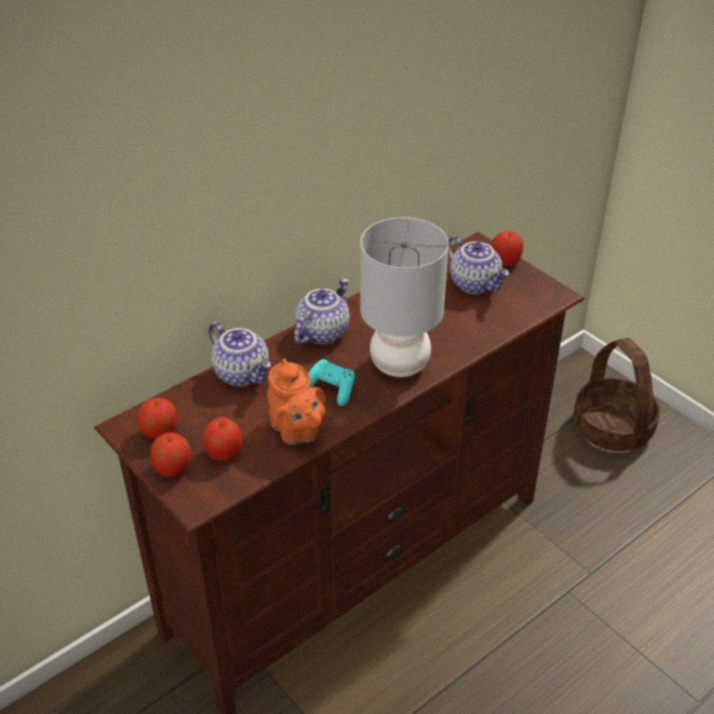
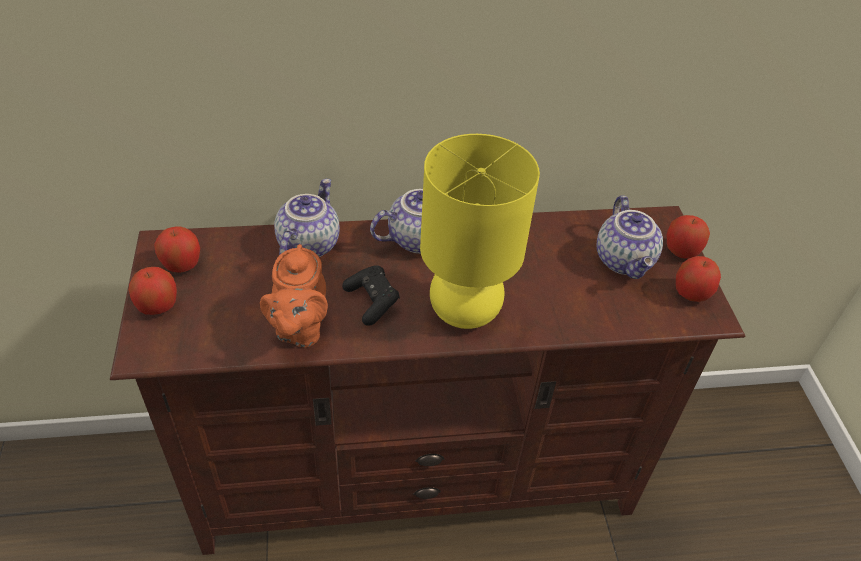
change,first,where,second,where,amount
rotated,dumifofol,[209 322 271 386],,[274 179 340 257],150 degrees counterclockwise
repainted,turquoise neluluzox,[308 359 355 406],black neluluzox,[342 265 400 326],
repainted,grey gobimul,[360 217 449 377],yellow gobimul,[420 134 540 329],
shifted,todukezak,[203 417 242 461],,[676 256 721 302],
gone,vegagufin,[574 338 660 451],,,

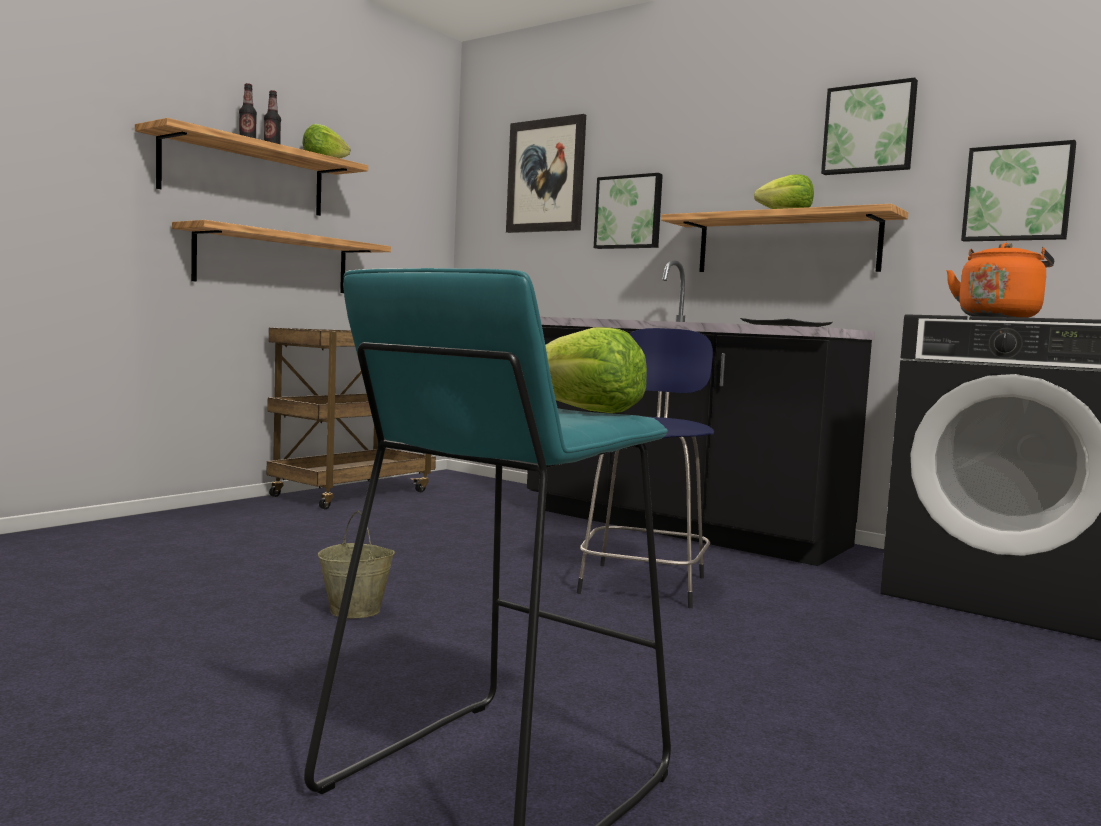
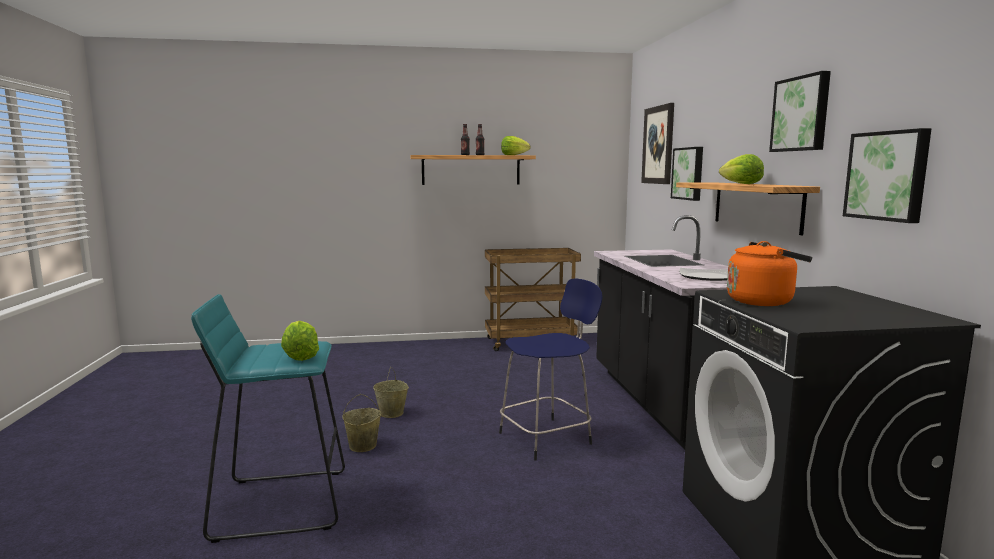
change,first,where,second,where,amount
new,,,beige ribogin,[342 394 381 452],
gone,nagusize,[172 220 391 293],,,

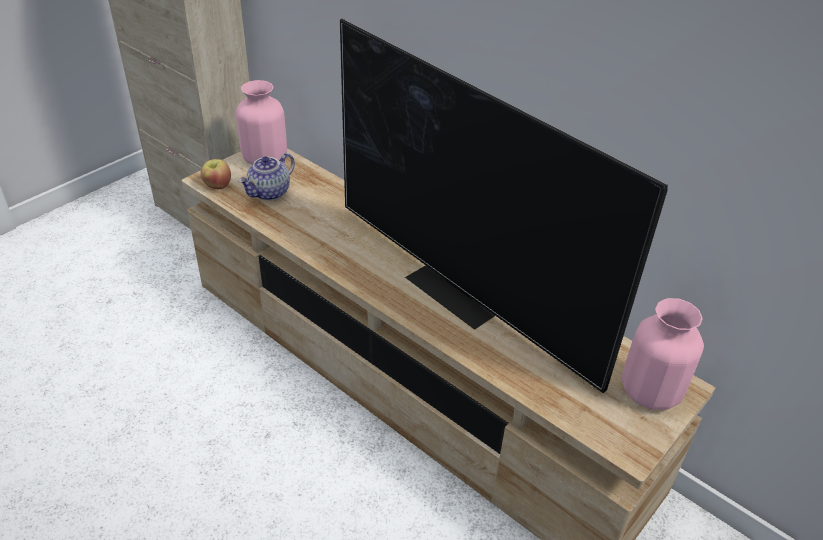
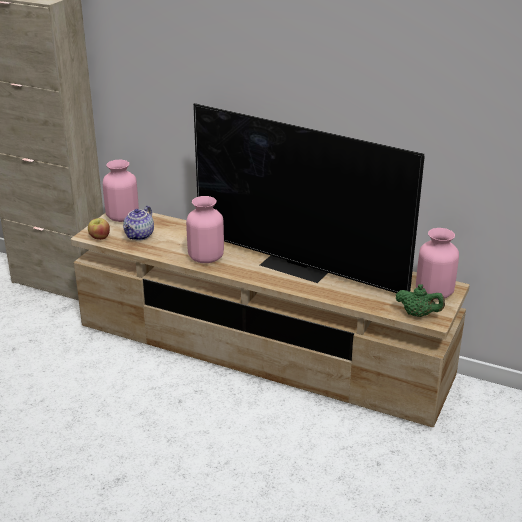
change,first,where,second,where,amount
new,,,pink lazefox,[186 196 224 263],
new,,,green dumifofol,[395 284 445 317],

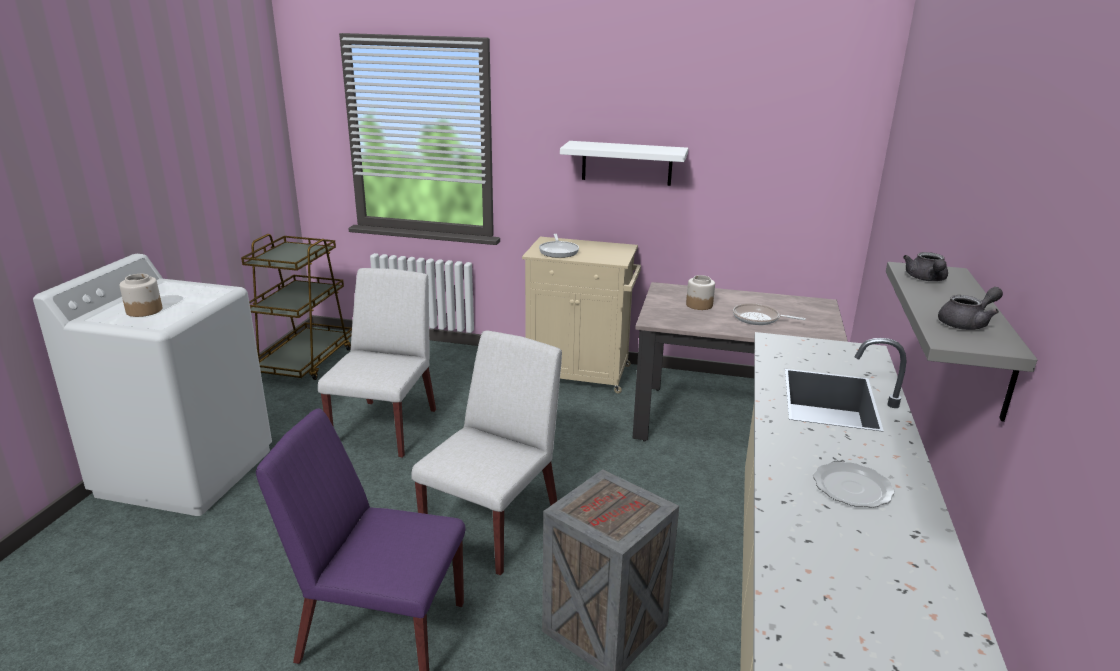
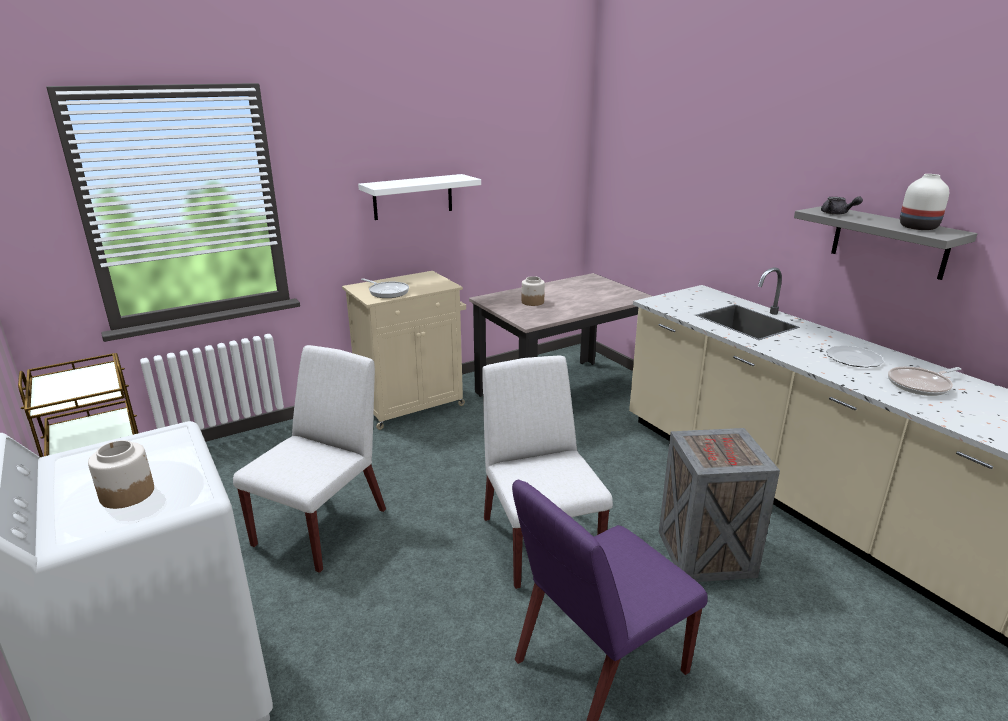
change,first,where,second,where,amount
rotated,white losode,[318 268 436 458],,[233 345 386 573],60 degrees clockwise
shifted,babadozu,[733 303 806 325],,[888 367 961 396],
swapped,grey dumifofol,[938 287 1003 330],white lazefox,[900 174 949 230],

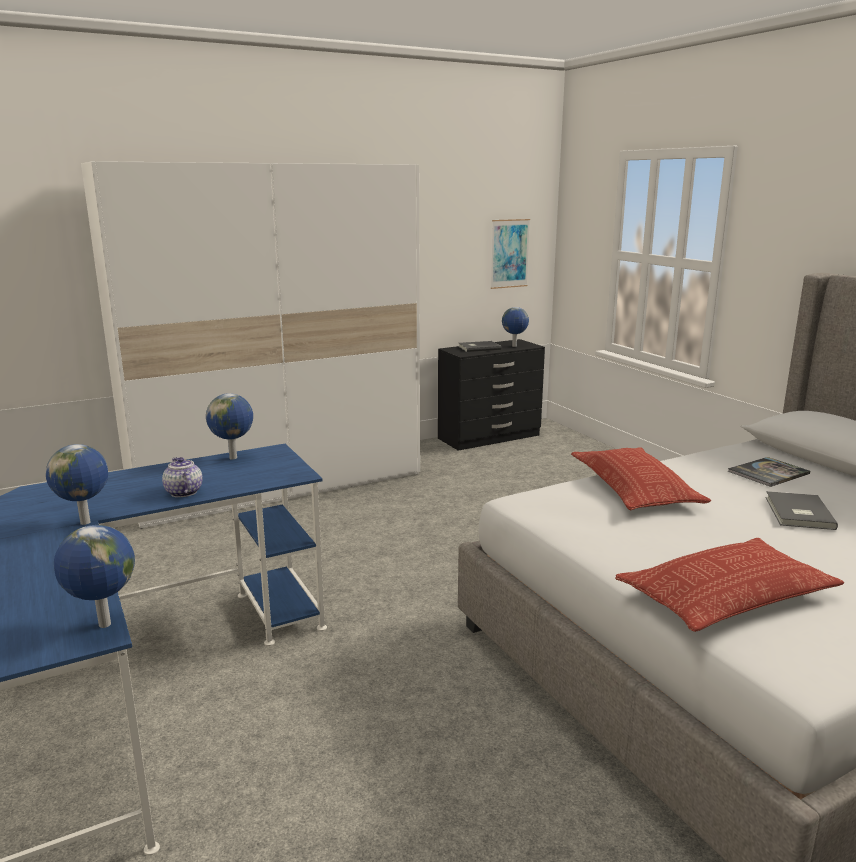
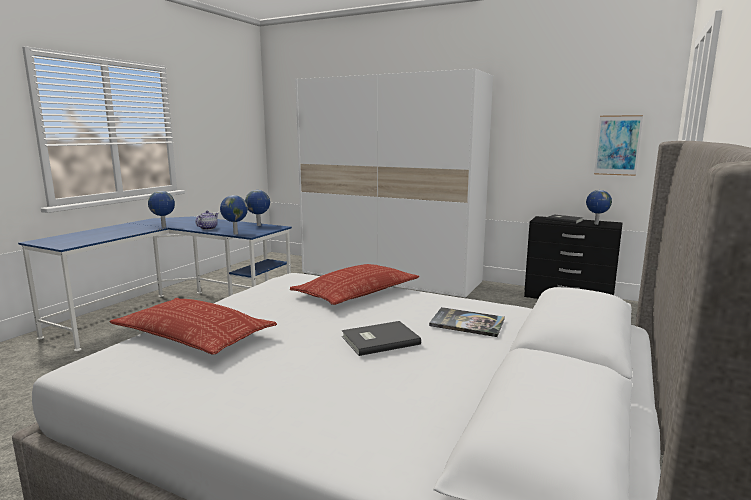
change,first,where,second,where,amount
shifted,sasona,[54 525 135 628],,[220 195 248 235],

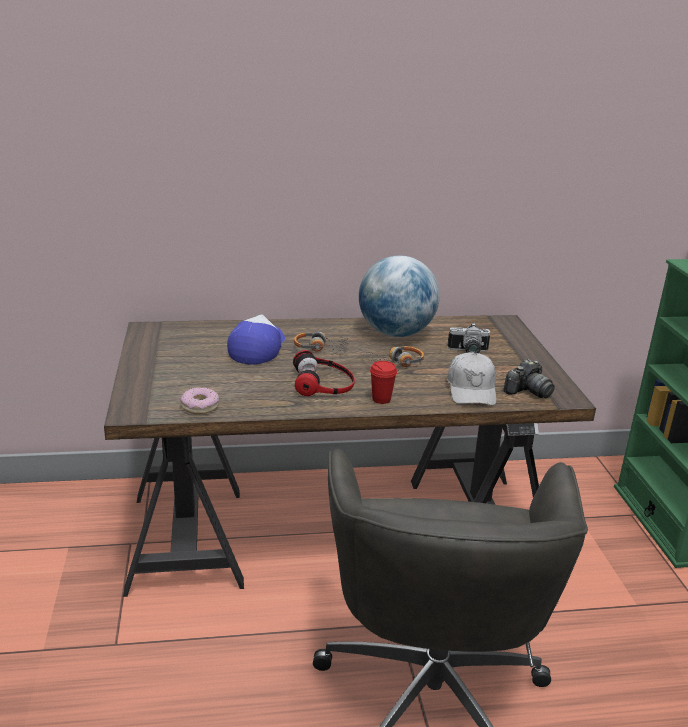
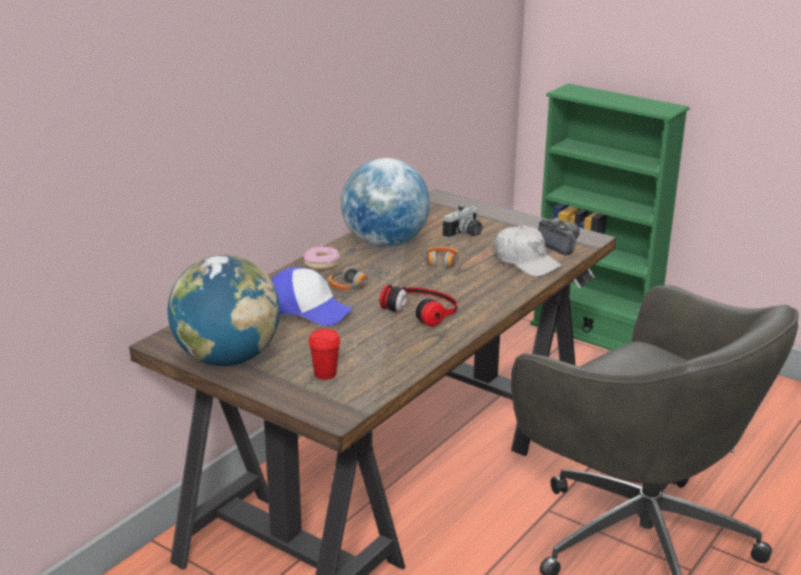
change,first,where,second,where,amount
new,,,sasona,[168 255 280 366],
rotated,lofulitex,[227 314 285 365],,[271 267 353 326],150 degrees clockwise
shifted,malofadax,[180 387 219 414],,[304 246 340 270],
shifted,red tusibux,[370 361 397 404],,[308 329 341 380],
rotated,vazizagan,[503 359 555 398],,[538 218 580 255],45 degrees counterclockwise

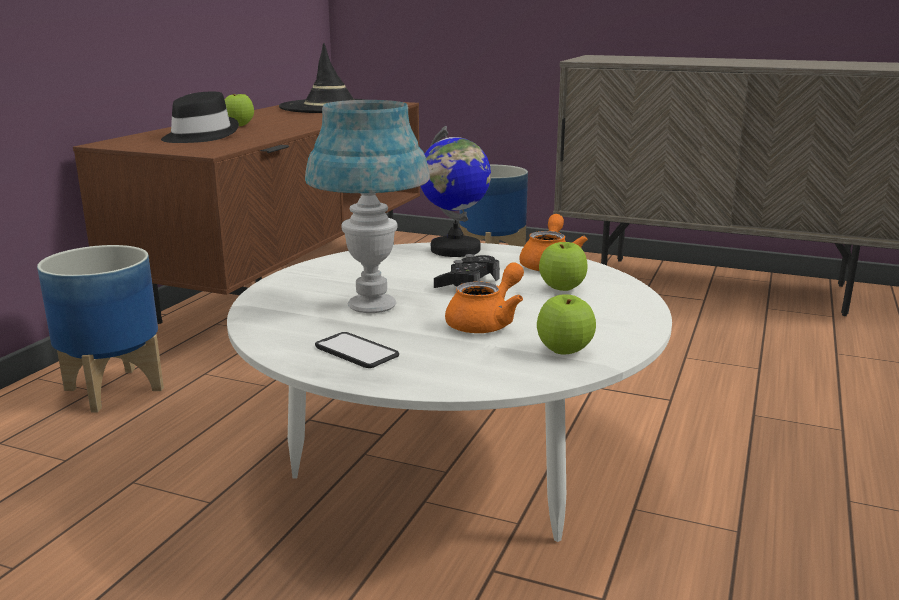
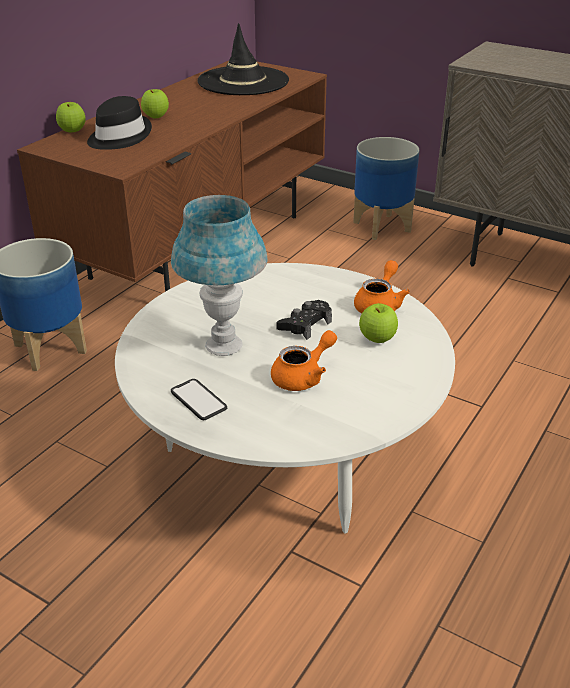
change,first,where,second,where,amount
shifted,todukezak,[537 294 596 355],,[56 102 86 132],
gone,sasona,[421 126 491 257],,,

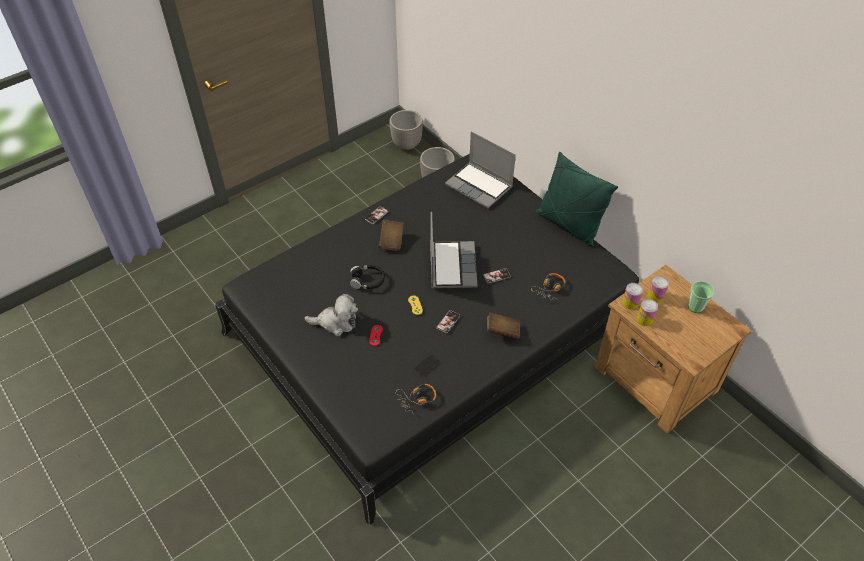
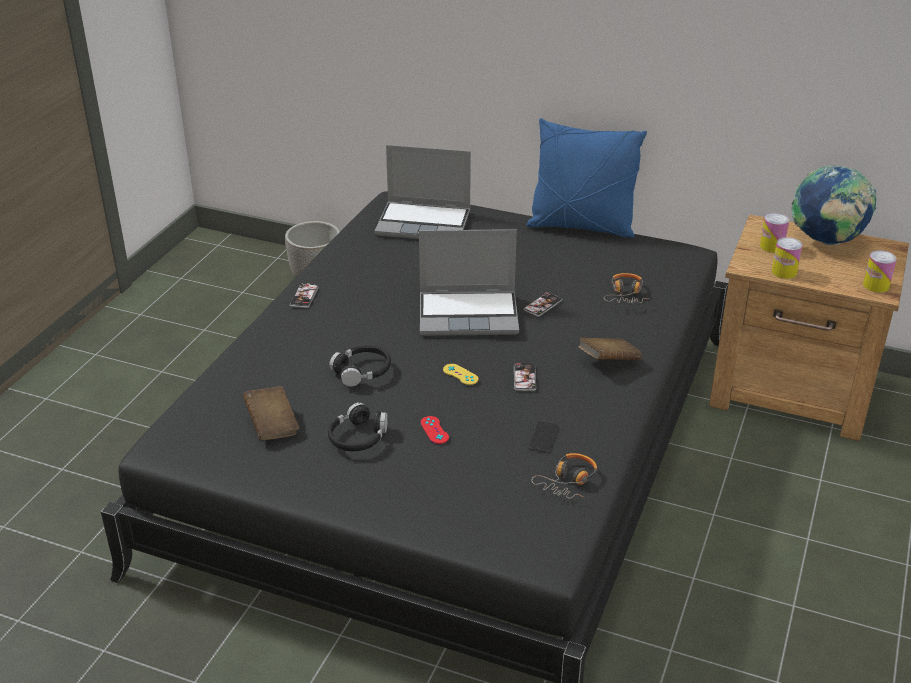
change,first,where,second,where,amount
shifted,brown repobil,[379 220 404 251],,[243 386 299 441],
swapped,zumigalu,[304 294 358 336],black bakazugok,[328 402 388 451],
rotated,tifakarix,[431 212 478 288],,[419 229 519 336],120 degrees clockwise
repainted,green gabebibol,[536 152 618 247],blue gabebibol,[526 118 647 238],
swapped,tusibux,[688 281 714 313],sasona,[791 165 876 245],
shifted,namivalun,[622 283 643 309],,[863 250 897 293],
gone,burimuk,[390 110 423 150],,,

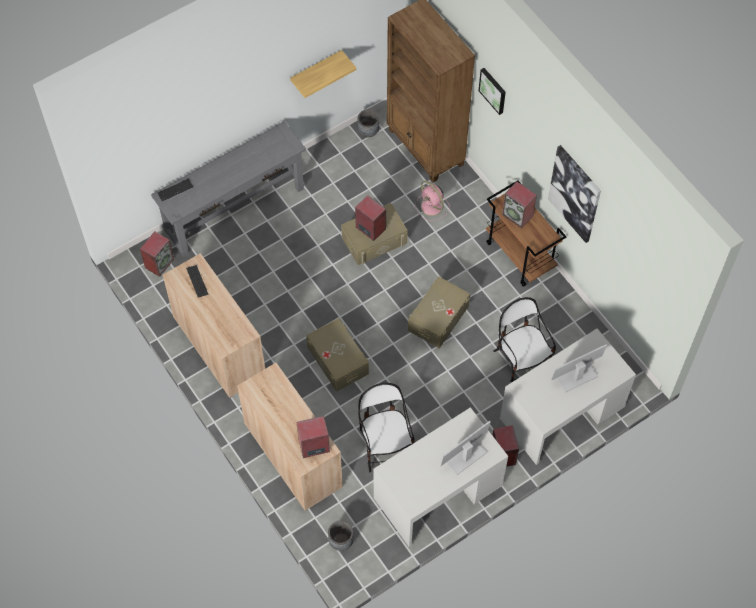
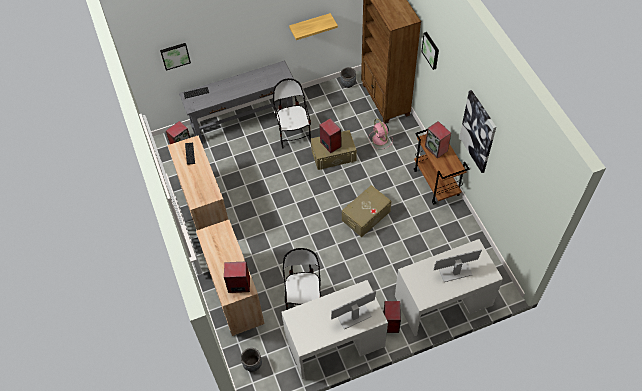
change,first,where,second,where,amount
new,,,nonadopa,[160 43 191 71],
shifted,losode,[493 297 556 383],,[273 78 311 148],
gone,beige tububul,[306 318 369 392],,,

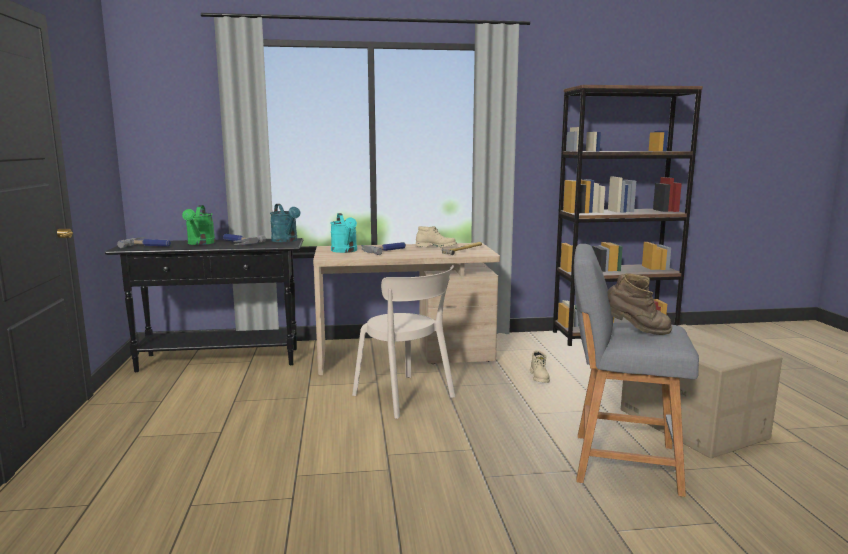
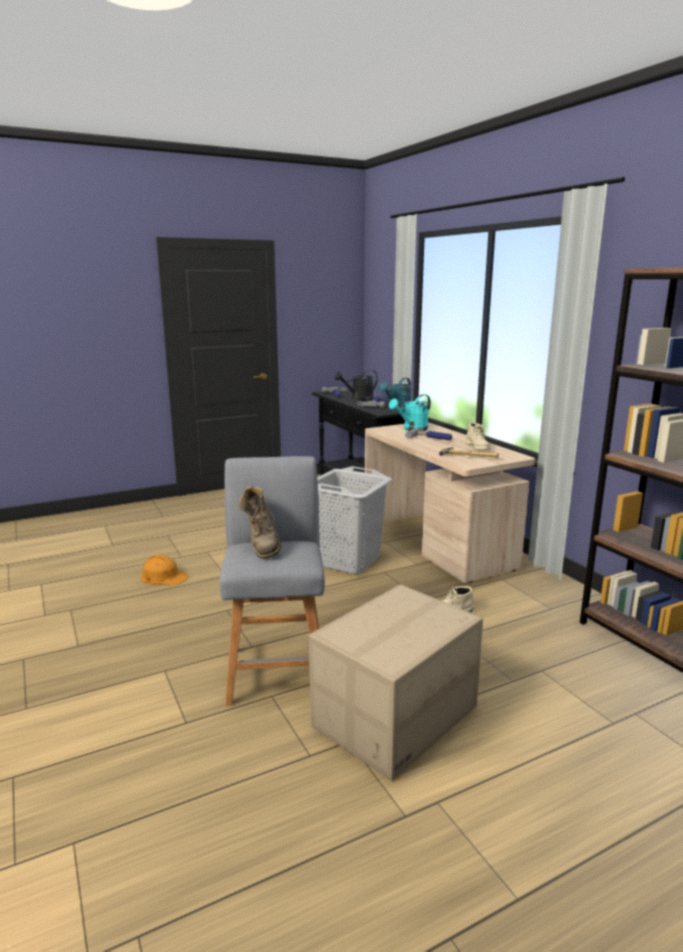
change,first,where,second,where,amount
new,,,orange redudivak,[141 555 189 585],
swapped,beige losode,[352 265 456 419],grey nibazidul,[317 466 392 575],
repainted,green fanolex,[182 205 216 245],black fanolex,[335 370 378 401],

